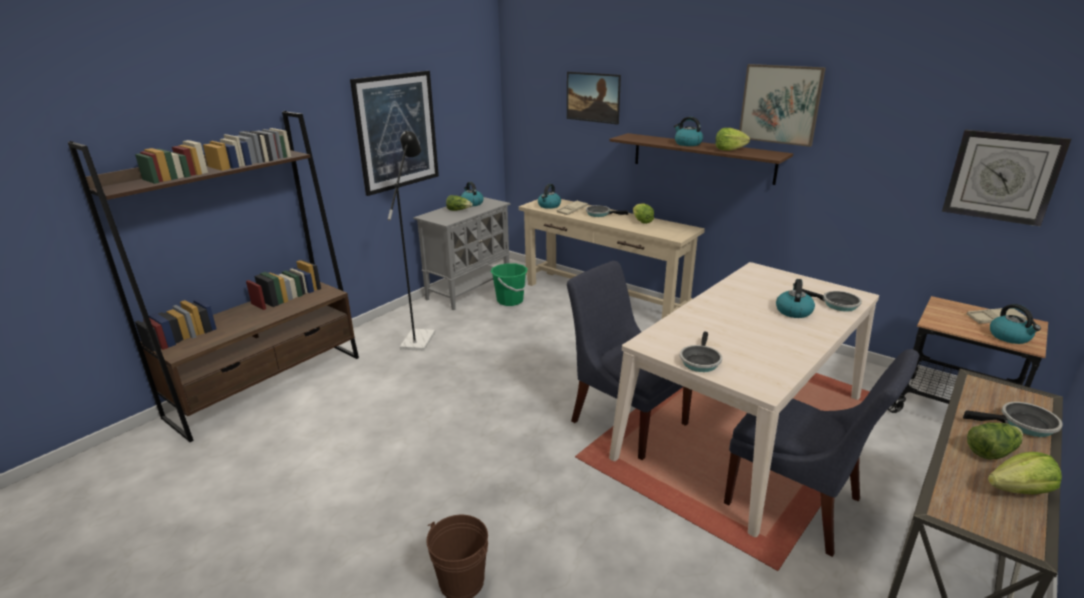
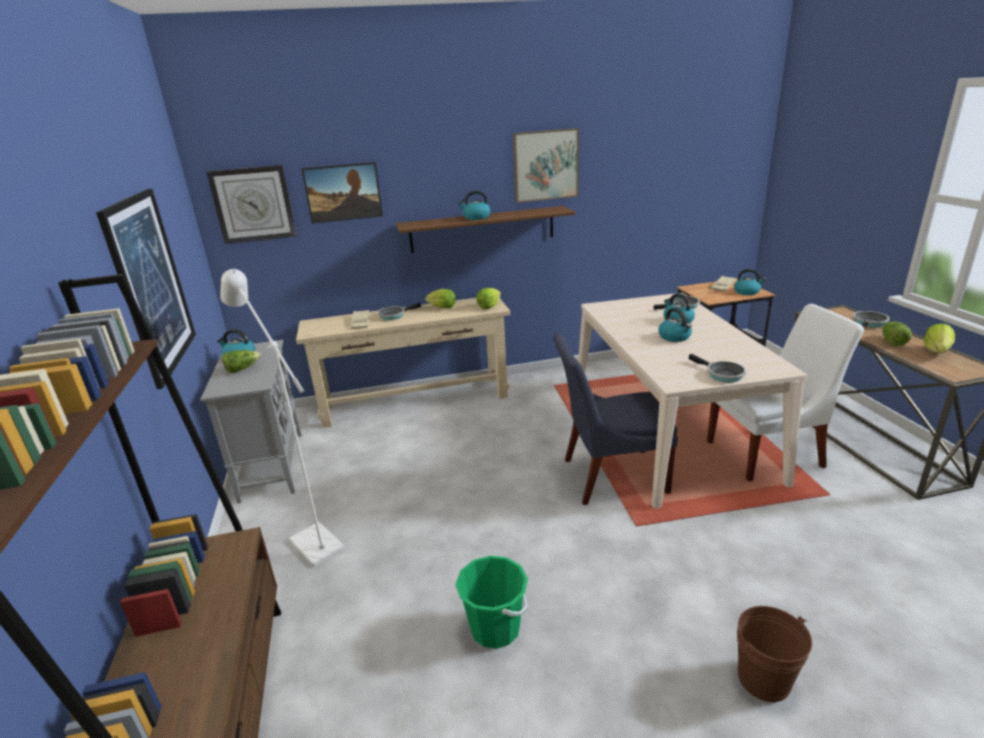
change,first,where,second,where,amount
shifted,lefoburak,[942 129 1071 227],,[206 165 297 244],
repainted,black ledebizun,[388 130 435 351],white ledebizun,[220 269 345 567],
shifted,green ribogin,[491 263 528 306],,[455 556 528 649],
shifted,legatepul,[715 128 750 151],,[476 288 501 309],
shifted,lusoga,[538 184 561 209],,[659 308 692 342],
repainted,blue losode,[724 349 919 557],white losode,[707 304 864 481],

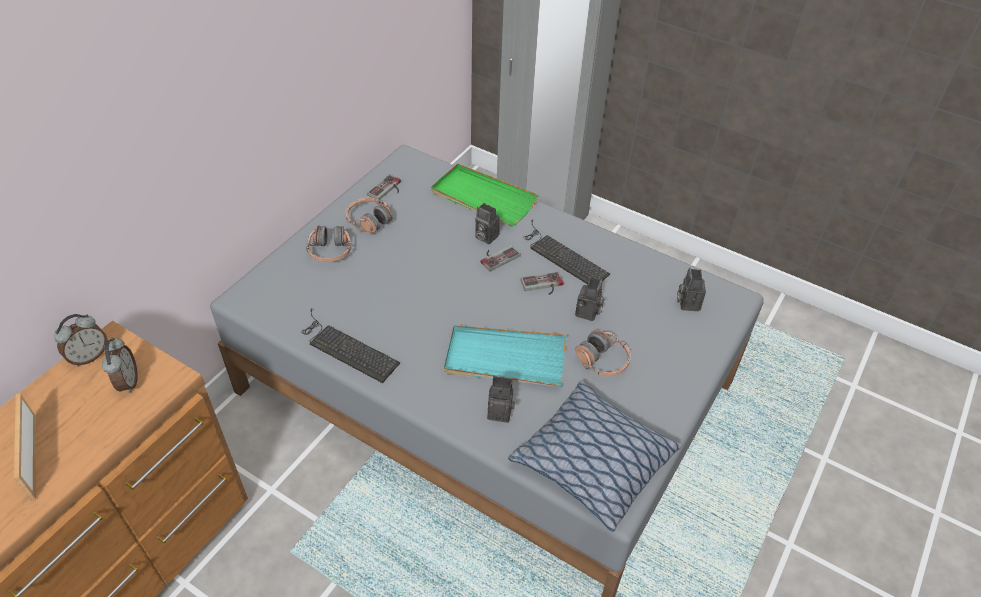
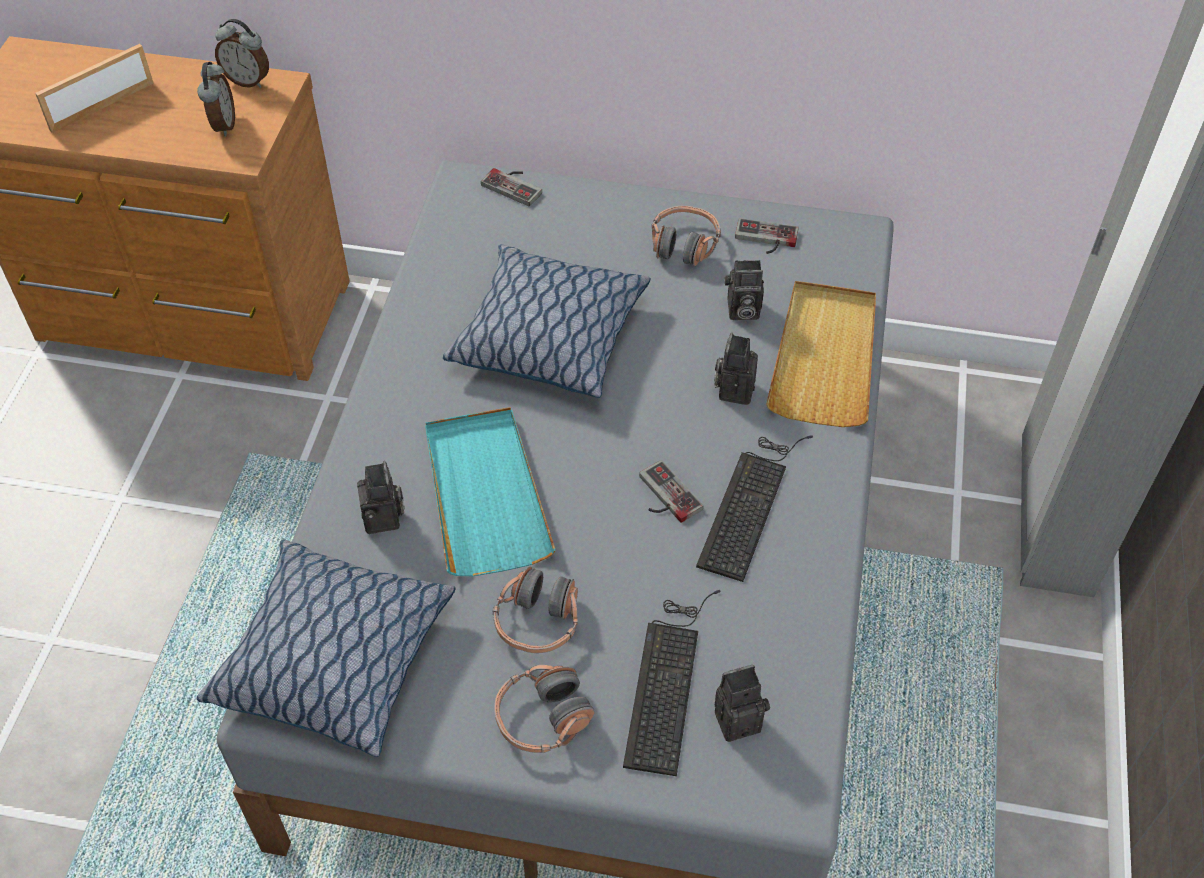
change,first,where,second,where,amount
rotated,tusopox,[102 337 138 393],,[197 62 235 136],60 degrees counterclockwise
new,,,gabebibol,[443 244 650 398],
shifted,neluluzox,[481 245 521 272],,[481 168 542 206],
shifted,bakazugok,[306 225 352 262],,[494 665 595 753],
shifted,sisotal,[301 308 400 383],,[623 590 721 776],
shifted,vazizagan,[575 278 604 321],,[725 260 764 320],
repainted,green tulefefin,[431 163 539 226],beige tulefefin,[766 281 876 427],

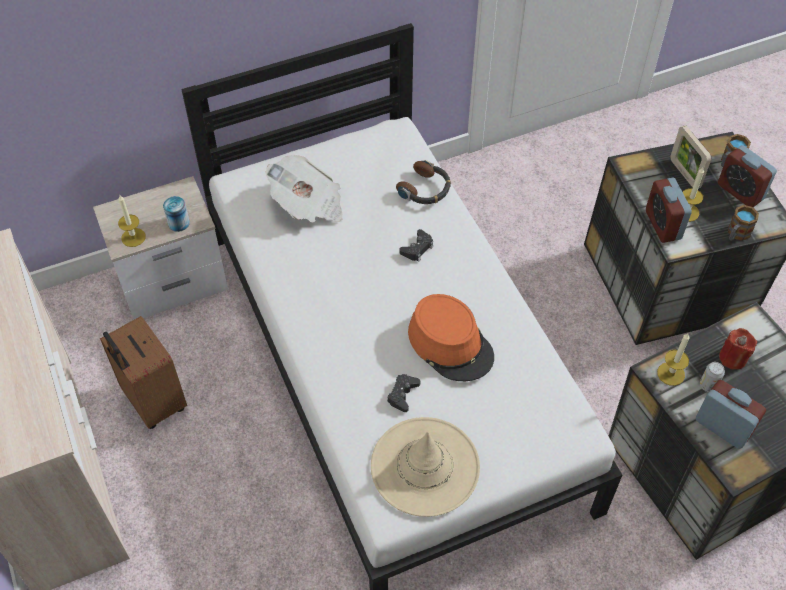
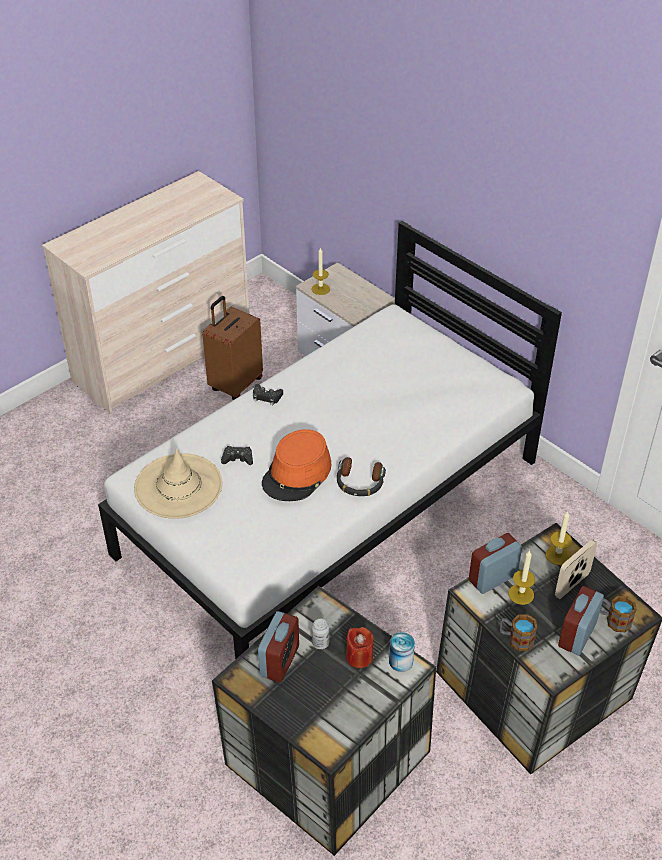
change,first,where,second,where,amount
shifted,black neluluzox,[399 229 433 262],,[253 384 283 405],
shifted,bakazugok,[396 160 451 204],,[337 457 386 496],
shifted,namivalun,[163 196 190 232],,[389 632 415 672],
shifted,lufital,[657 333 690 386],,[546 511 572 565],
gone,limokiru,[266 155 342 223],,,

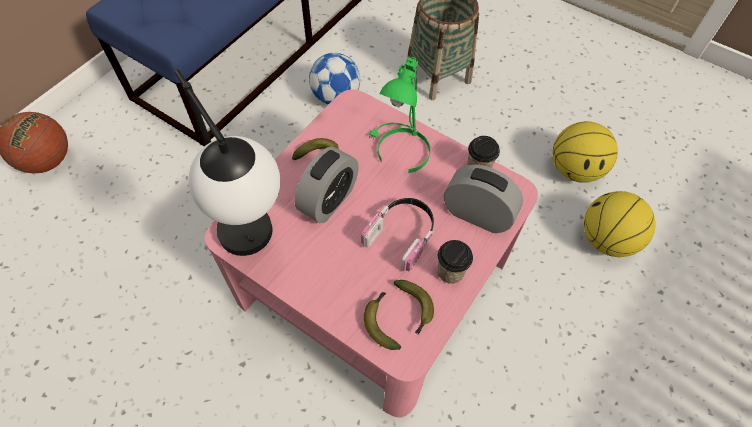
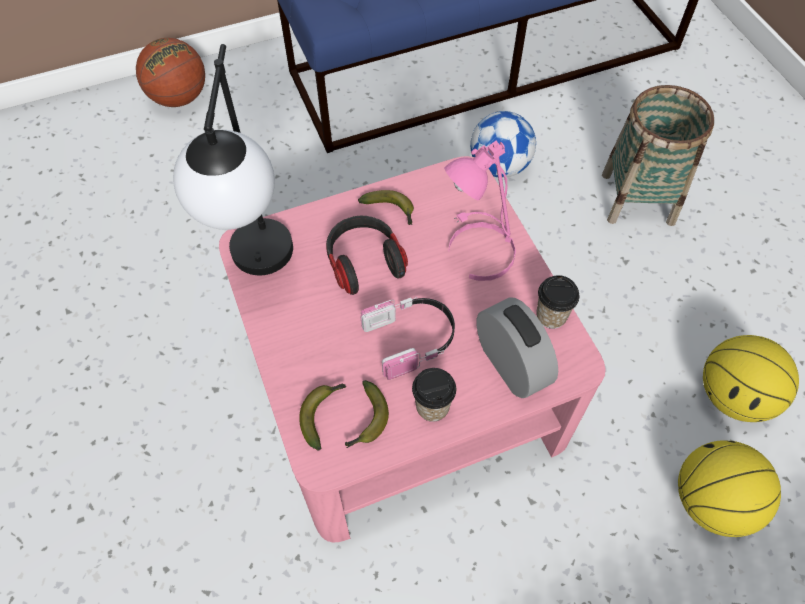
change,first,where,second,where,amount
swapped,tusopox,[294 146 359 223],bakazugok,[326 216 408 295],
repainted,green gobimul,[369 57 430 173],pink gobimul,[444 140 516 281],

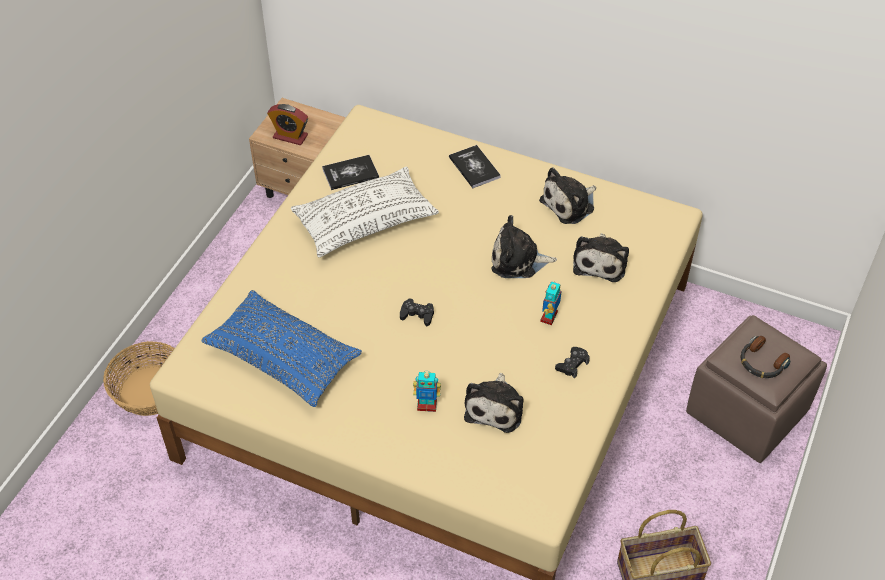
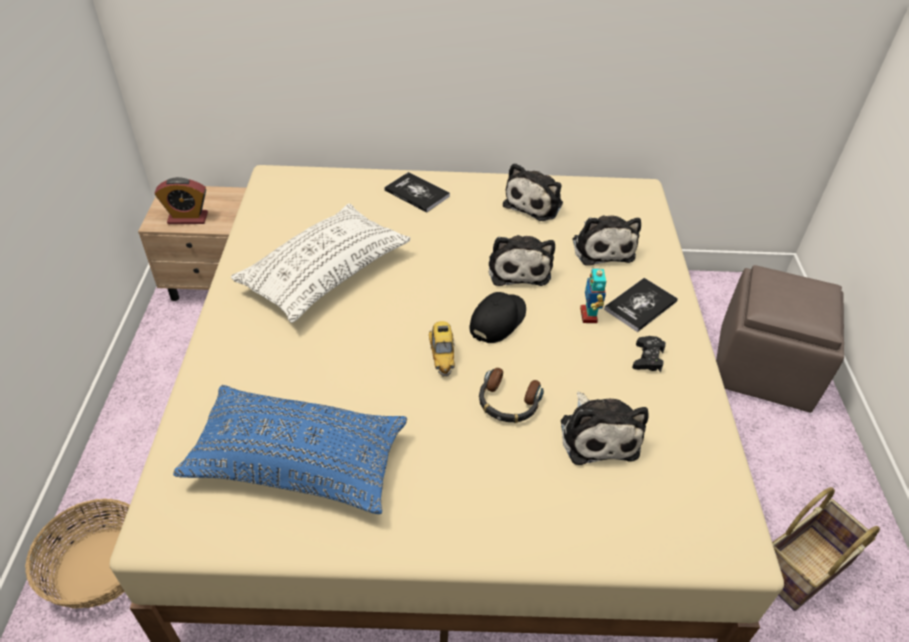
change,first,where,second,where,amount
swapped,black neluluzox,[400 298 434 326],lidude,[429 321 455 377],
new,,,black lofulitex,[469 292 526 343],
shifted,bakazugok,[740 336 790 378],,[479 368 544 423],
rotated,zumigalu,[492 215 557 278],,[488 235 555 286],75 degrees counterclockwise
shifted,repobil,[322 155 379 190],,[604 278 678 332],
gone,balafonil,[413 372 441 412],,,

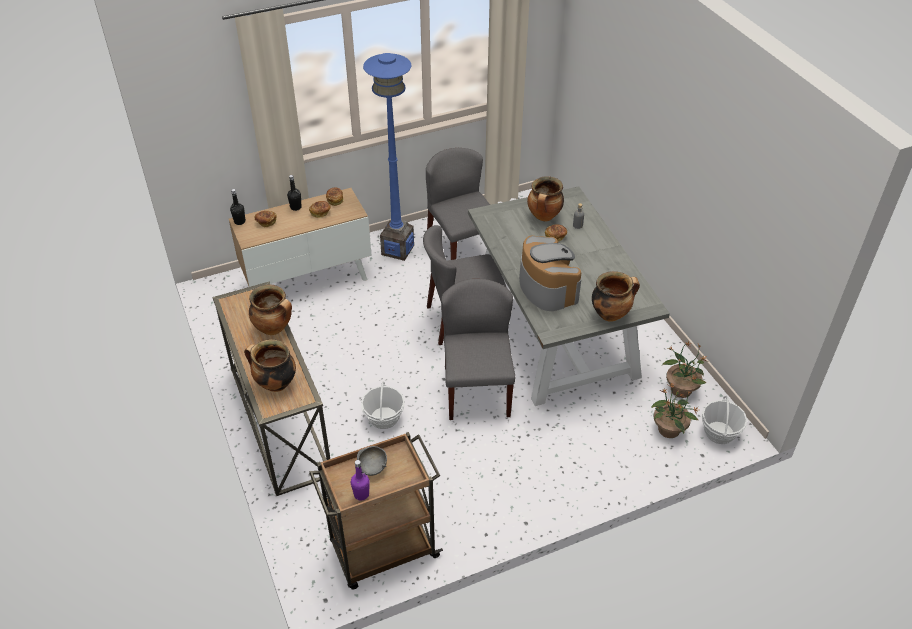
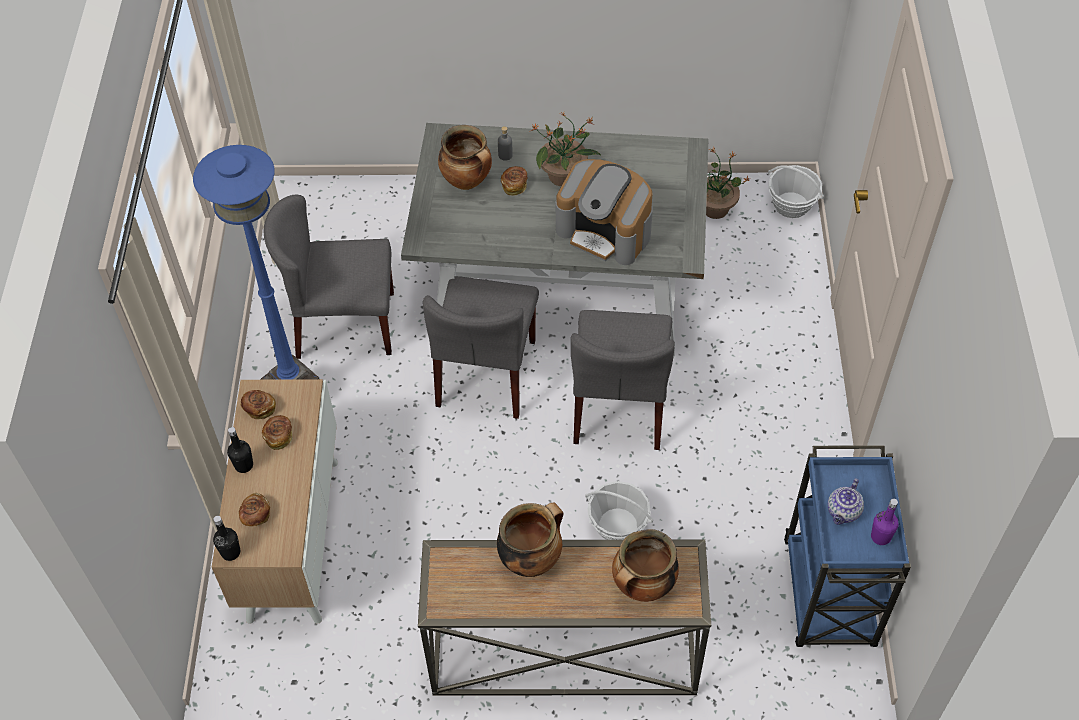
change,first,where,second,where,amount
shifted,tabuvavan,[651 384 698 438],,[529 112 601 186],
rotated,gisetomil,[519 236 582 311],,[556 159 653 265],150 degrees counterclockwise
rotated,grey losode,[441 279 515 420],,[571 310 675 450],105 degrees counterclockwise
repainted,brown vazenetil,[309 432 443 590],blue vazenetil,[784 445 911 647],
swapped,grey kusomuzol,[357 446 387 476],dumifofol,[828 479 864 525],
gone,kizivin,[592 271 640 322],,,

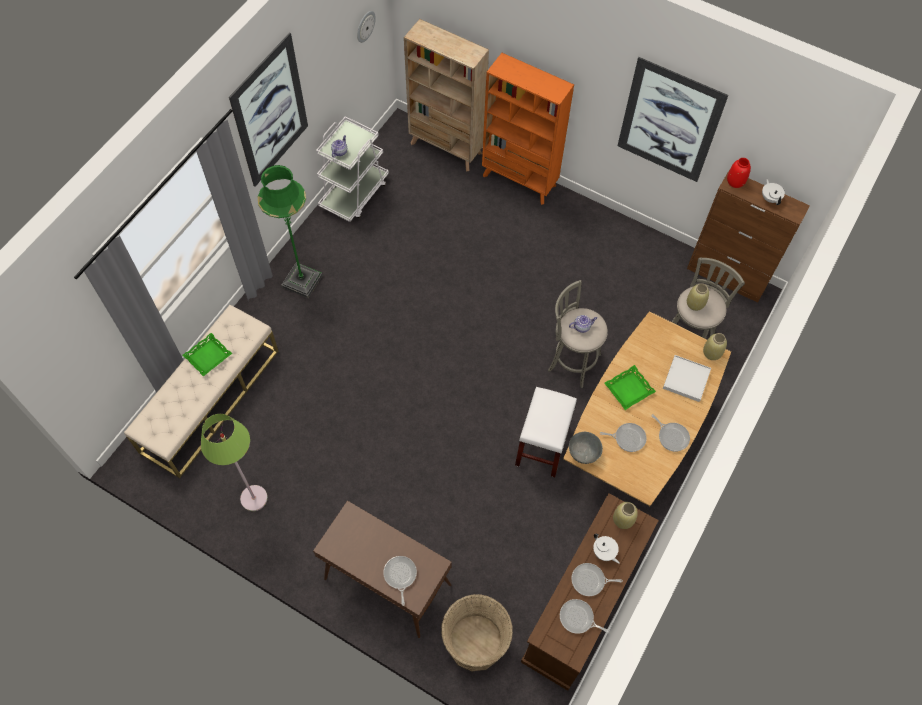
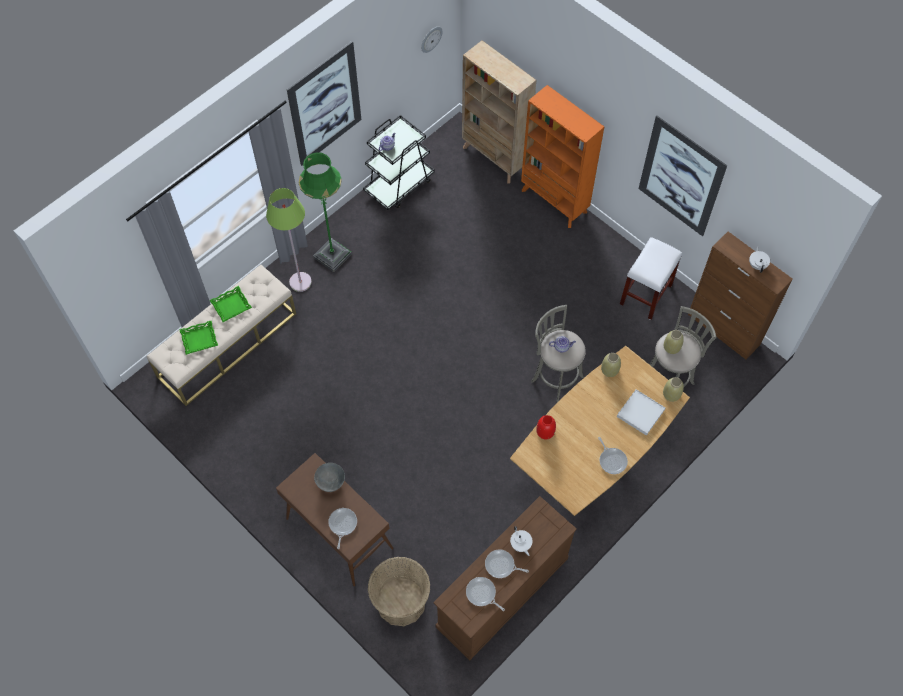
change,first,where,second,where,amount
shifted,green tulefefin,[604 365 656 410],,[179 321 218 355],
shifted,green ledebizun,[201 414 268 511],,[266 188 312 292],
shifted,grey kusomuzol,[569 432 603 464],,[314 463 345 492],
repainted,white vazenetil,[316 116 389 222],black vazenetil,[363 115 435 210],
shifted,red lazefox,[727 158 751 188],,[536 415 556 439],
shifted,beige lazefox,[613 502 638 529],,[601 353 621 377],
shifted,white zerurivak,[515 387 577 477],,[620 237 682 320],
gone,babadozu,[600 423 647 452],,,

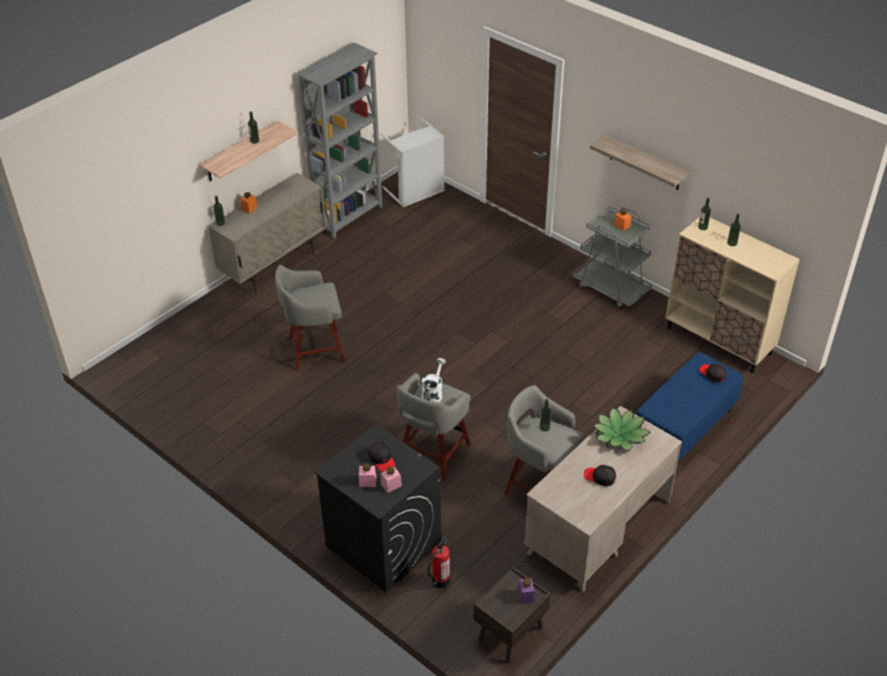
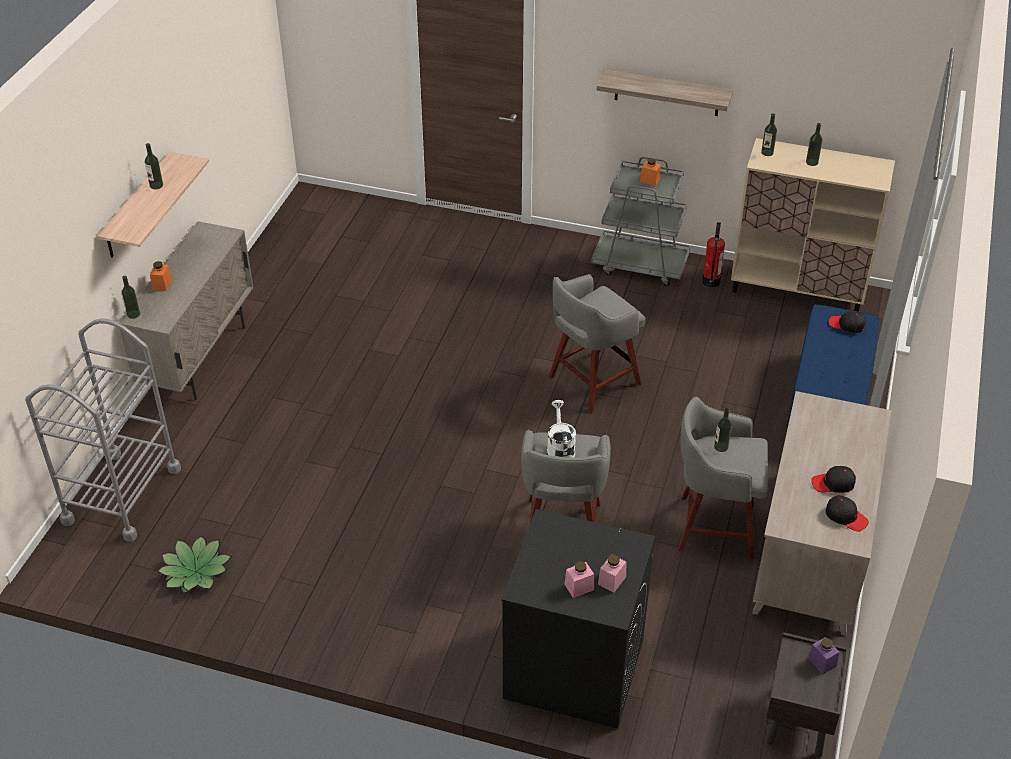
change,first,where,second,where,amount
new,,,grey vazenetil,[25 318 181 542],
shifted,tabuvavan,[593 407 651 451],,[157 535 232 593],
shifted,grey zerurivak,[275 265 345 371],,[549 274 645 413],
shifted,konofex,[427 533 450 588],,[702 222 725 287],
shifted,black lofulitex,[369 442 395 472],,[826 495 869 532],
gone,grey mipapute,[296 42 382 239],,,
gone,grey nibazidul,[380 118 445 208],,,

